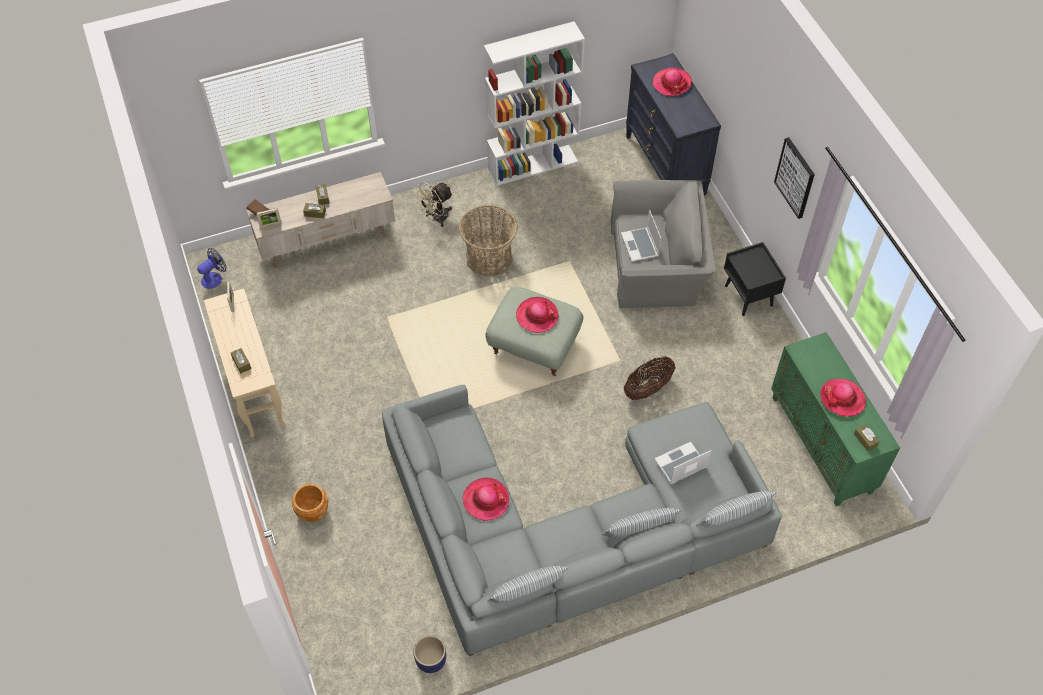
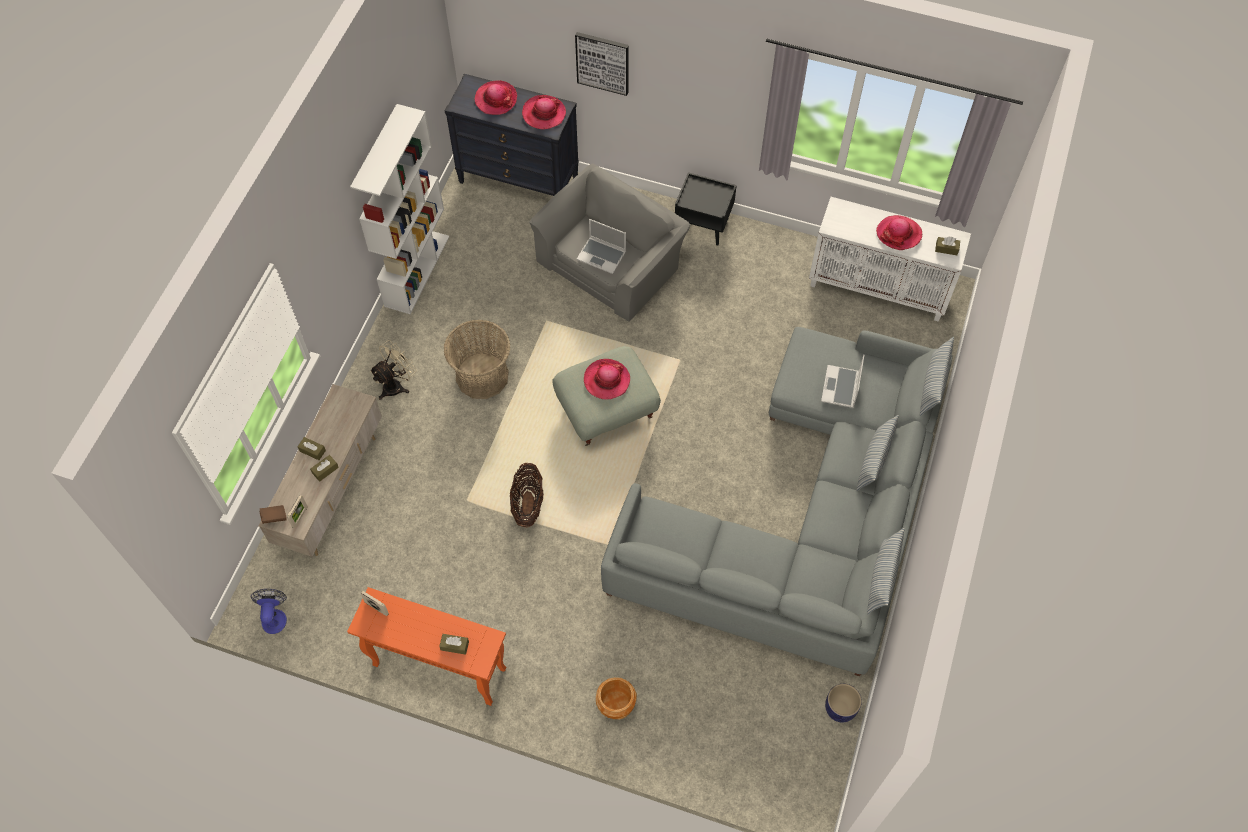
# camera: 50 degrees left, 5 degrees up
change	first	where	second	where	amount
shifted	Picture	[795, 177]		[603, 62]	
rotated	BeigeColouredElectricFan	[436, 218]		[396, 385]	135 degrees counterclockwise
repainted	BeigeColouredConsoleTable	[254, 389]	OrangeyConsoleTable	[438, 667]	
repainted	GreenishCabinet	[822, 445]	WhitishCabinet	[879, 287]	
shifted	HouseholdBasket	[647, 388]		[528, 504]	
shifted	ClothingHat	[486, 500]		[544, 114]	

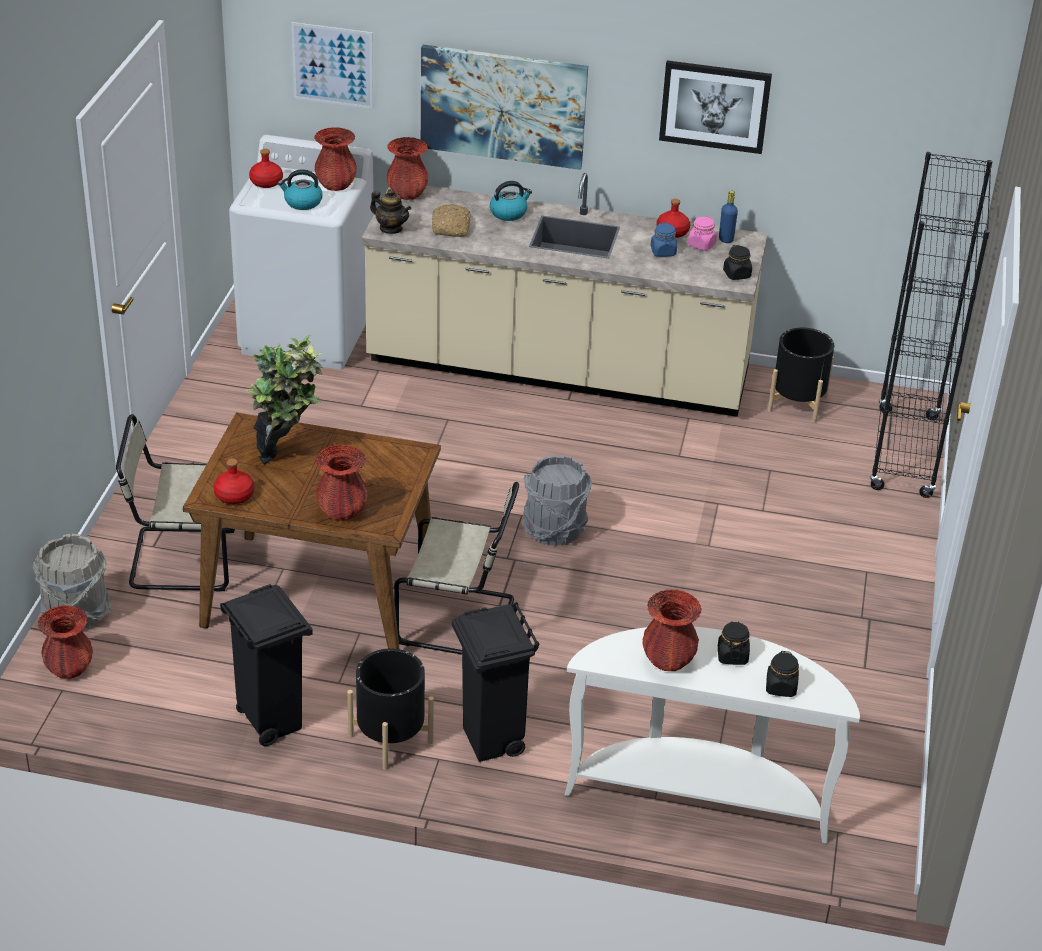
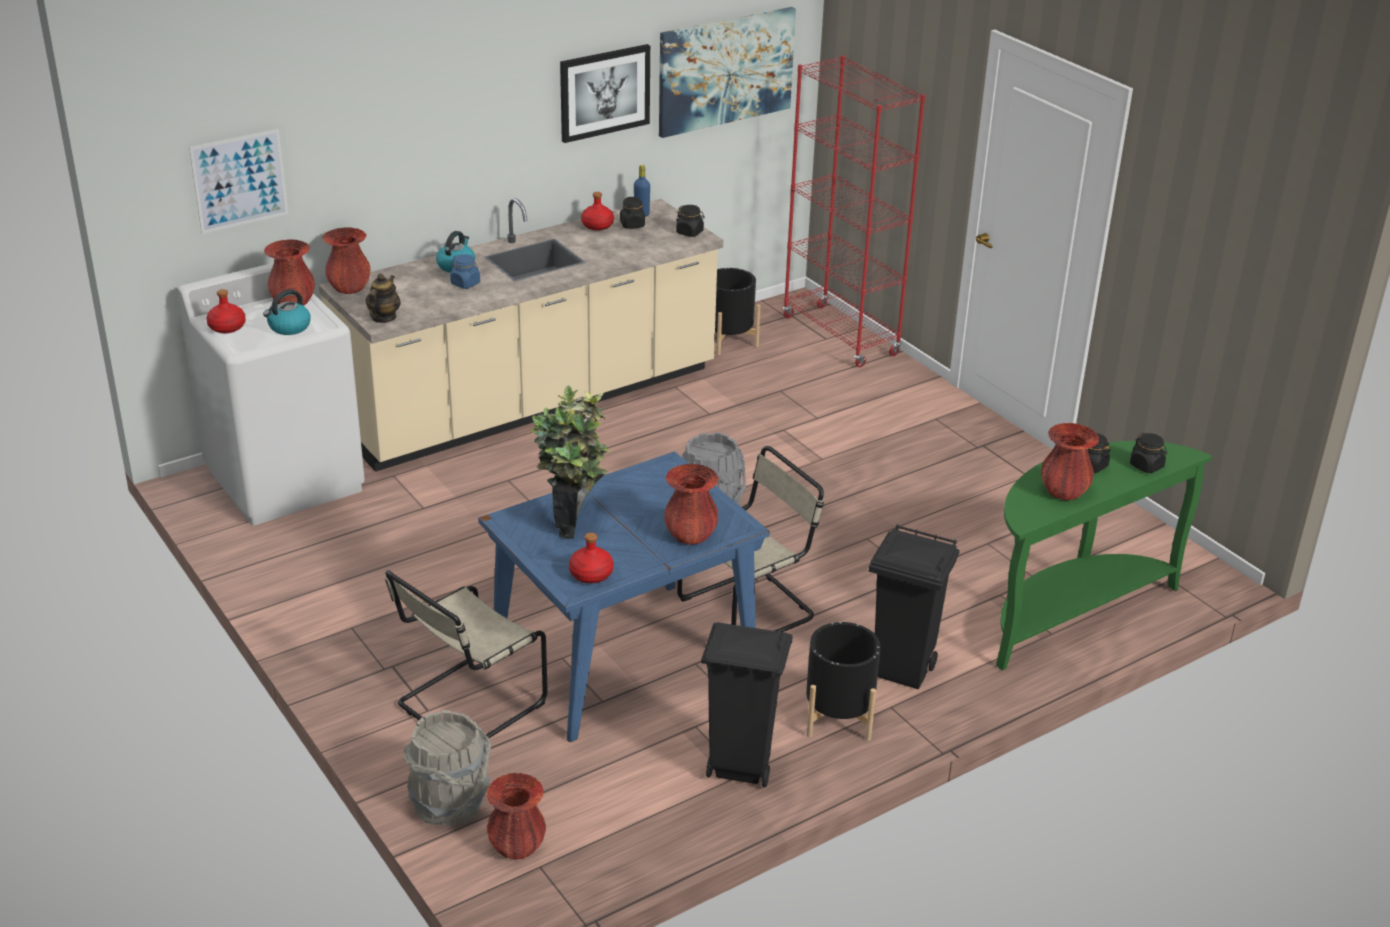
# camera: 45 degrees left, 5 degrees down
change	first	where	second	where	amount
shifted	Picture	[503, 106]		[725, 70]	
repainted	BlackColouredBookshelf	[904, 454]	ReddishBookshelf	[840, 336]	
rotated	Teapot	[391, 229]		[383, 318]	60 degrees counterclockwise
gone	BakedBread	[451, 227]			
repainted	PinkishPreserveJar	[701, 245]	BlackColouredPreserveJar	[632, 225]	
shifted	BlueColouredPreserveJar	[663, 252]		[465, 283]	
repainted	BrownKitchenTable	[317, 596]	BlueColouredKitchenTable	[622, 659]	
repainted	WhitishConsoleTable	[699, 793]	GreenishConsoleTable	[1069, 612]	

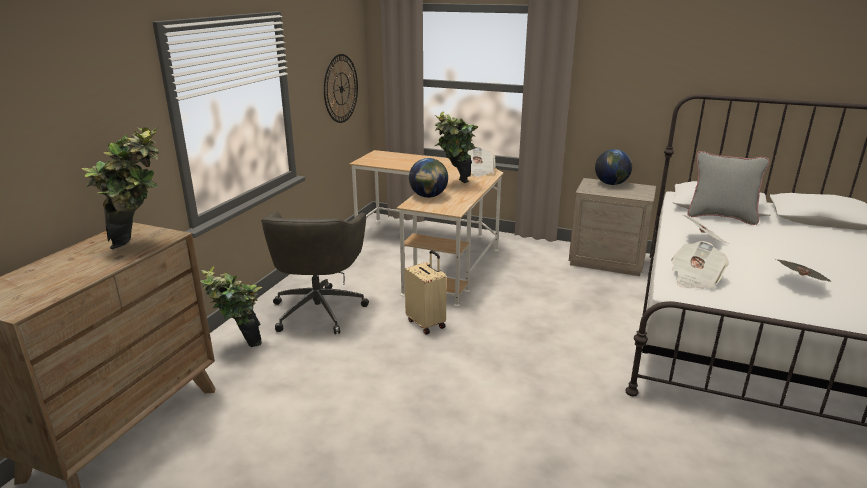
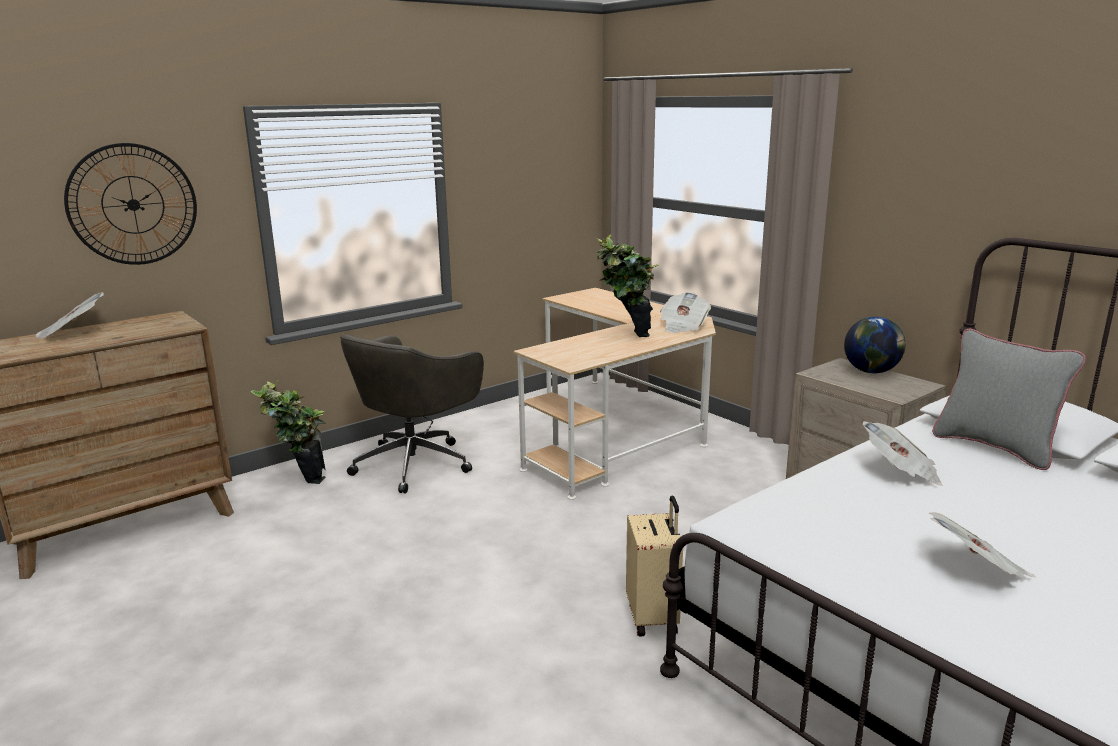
# camera: 30 degrees right, 5 degrees down
change	first	where	second	where	amount
shifted	WallClock	[341, 88]		[133, 204]	
gone	PottedPlant	[142, 243]			
gone	DeskGlobe	[428, 196]			
shifted	Newspaper	[694, 279]		[72, 333]	
shifted	BeigeColouredSuitcase	[426, 323]		[653, 617]	

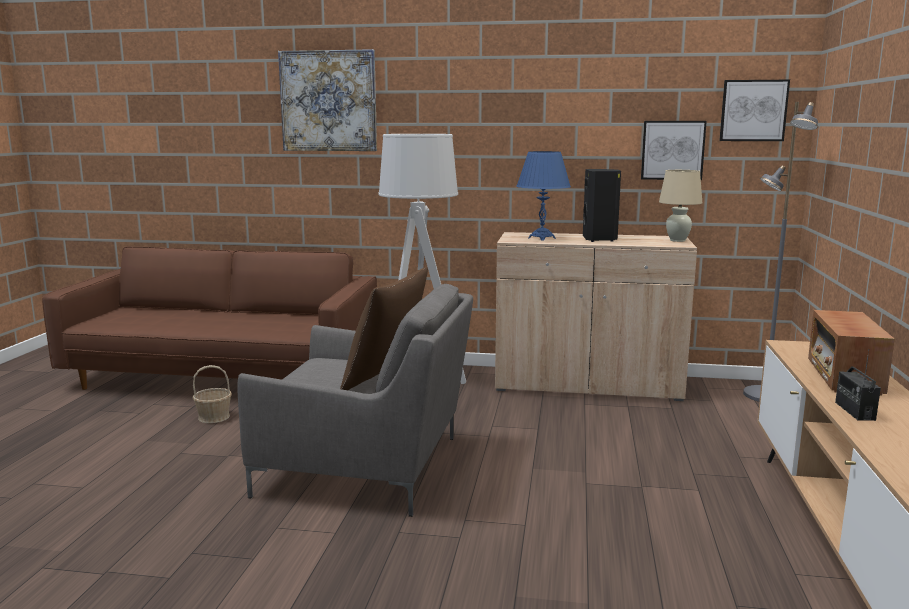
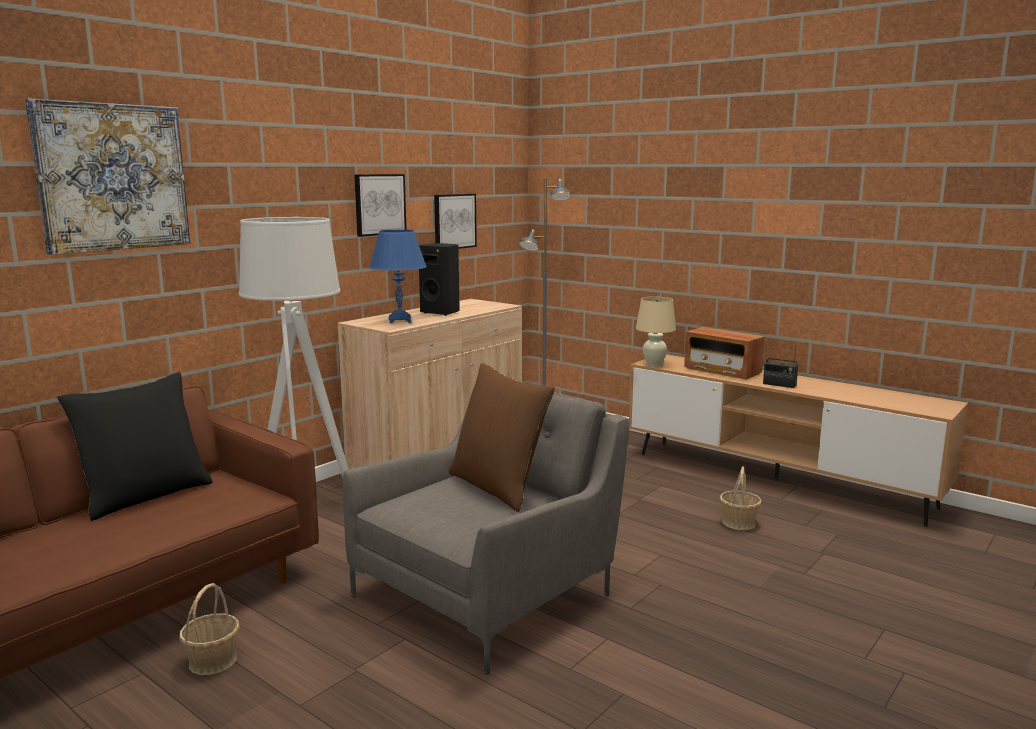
# camera: 60 degrees left, 0 degrees up
change	first	where	second	where	amount
shifted	Picture	[753, 110]		[379, 204]	
shifted	BeigeColouredTableLamp	[677, 240]		[654, 364]	
new			BlackColouredThrowPillow	[145, 496]	
new			HouseholdBasket	[739, 522]	

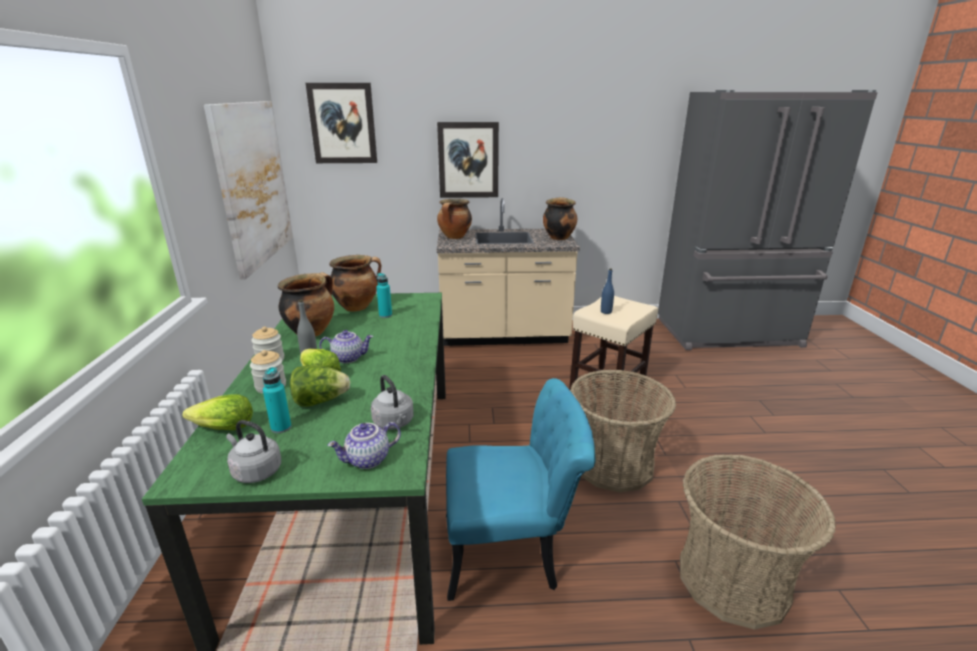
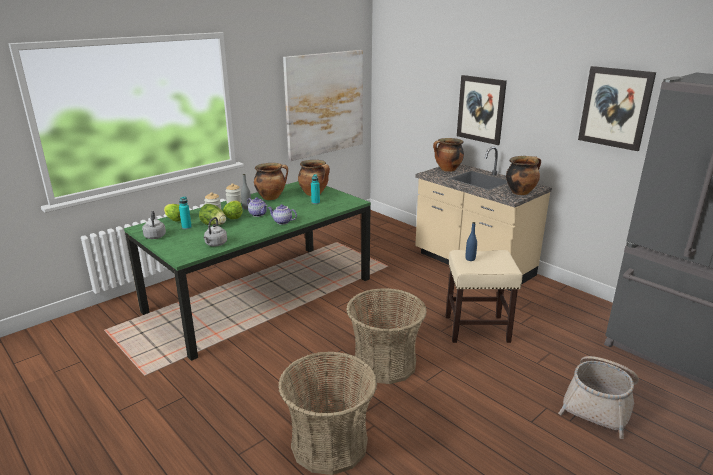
# camera: 50 degrees right, 0 degrees up
change	first	where	second	where	amount
shifted	Picture	[343, 123]		[615, 108]	
gone	TurquoisePlainChair	[512, 549]			
shifted	Teapot	[368, 460]		[282, 222]	
new			HouseholdBasket	[599, 403]	

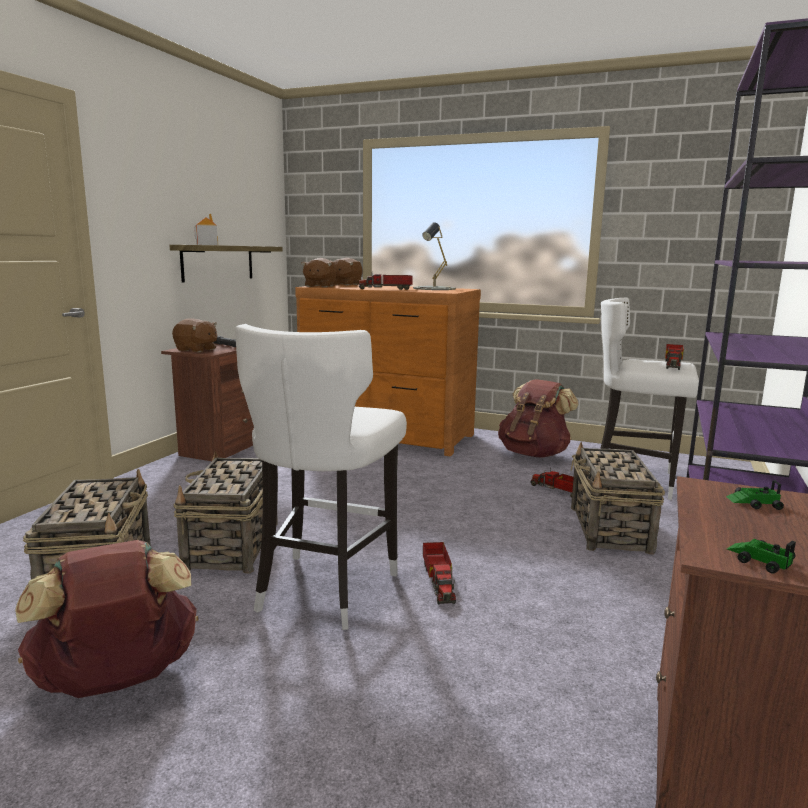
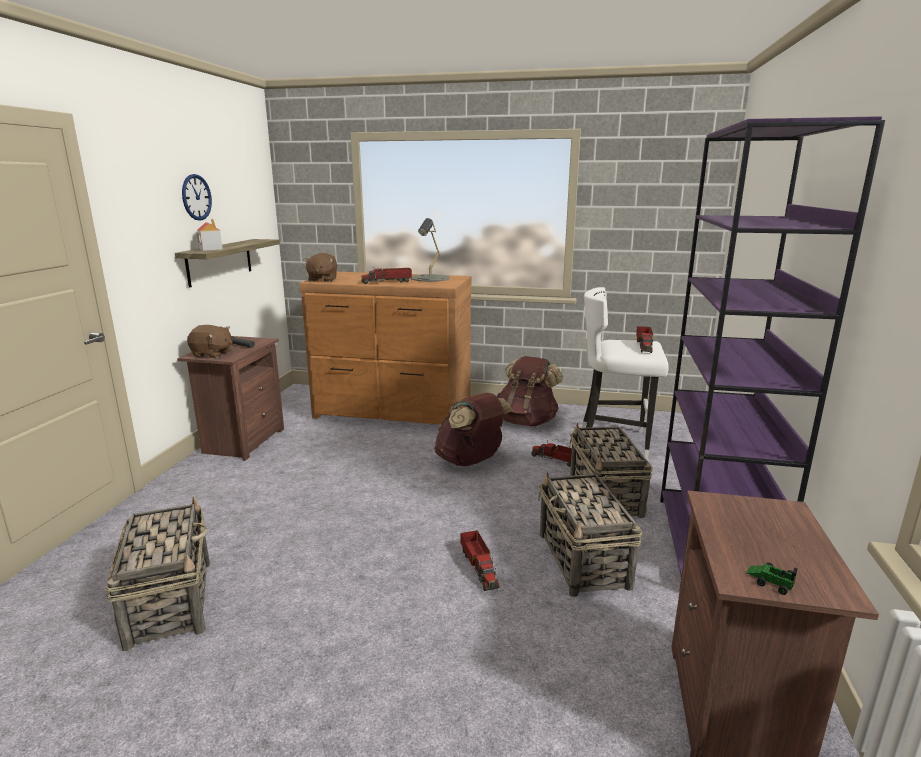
# camera: 10 degrees left, 5 degrees up
change	first	where	second	where	amount
gone	BrownSoftToy	[345, 284]			
gone	WhitishSittingStool	[324, 588]			
shifted	HouseholdBasket	[232, 546]		[583, 561]	
gone	ModelCar	[752, 502]			
shifted	BrownRucksack	[117, 681]		[471, 461]	
new			WallClock	[196, 197]	

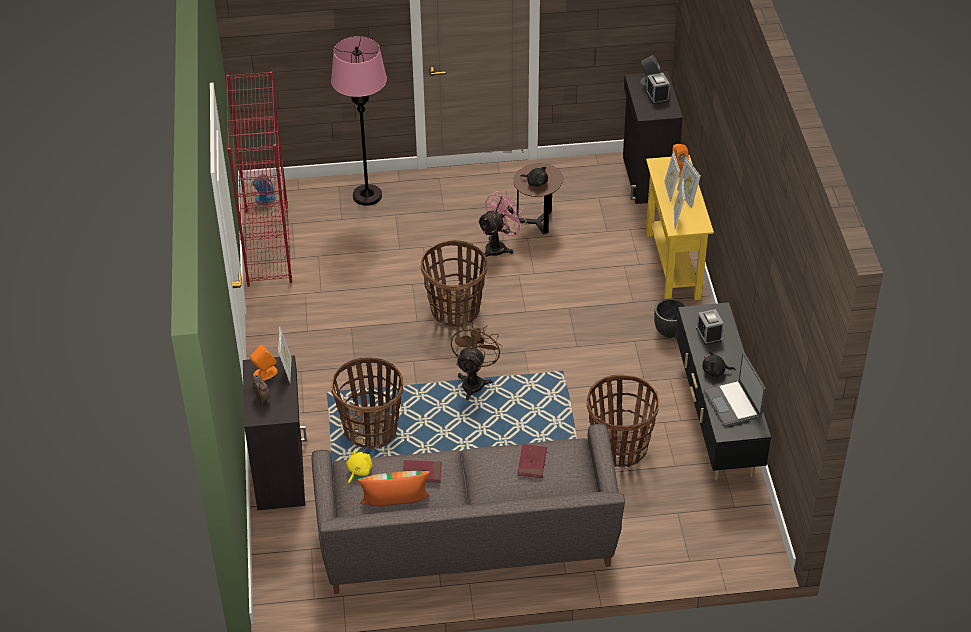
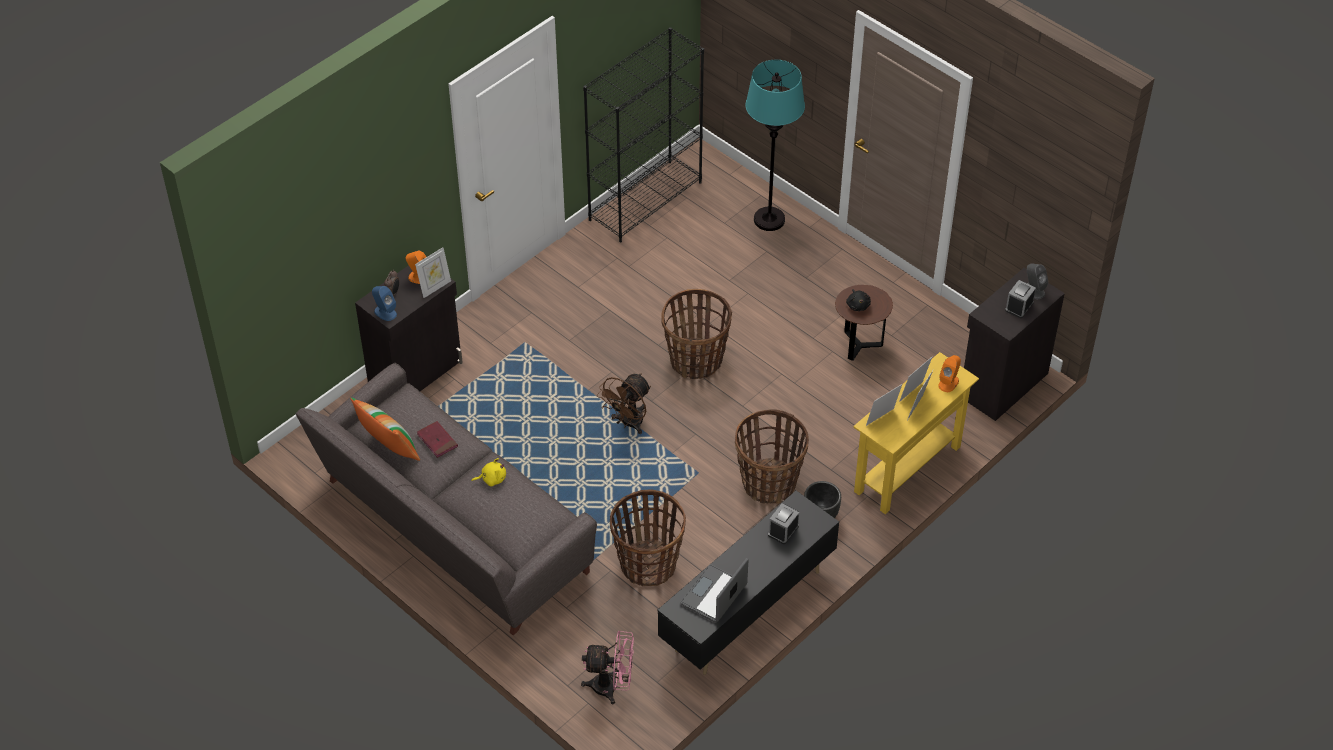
# camera: 50 degrees right, 5 degrees up
change	first	where	second	where	amount
repainted	PinkishStandingLamp	[367, 195]	TurquoiseStandingLamp	[769, 220]	
repainted	ReddishBookshelf	[267, 245]	BlackColouredBookshelf	[645, 200]	
shifted	BlueColouredAudioSpeaker	[265, 199]		[385, 312]	
shifted	PinkishElectricFan	[499, 247]		[611, 687]	
rotated	BrownElectricFan	[474, 381]		[628, 423]	150 degrees clockwise
gone	BlackColouredSoftToy	[715, 371]			
shifted	HouseholdBasket	[371, 430]		[769, 483]	
gone	ReddishVolume	[532, 462]			
shifted	YellowishSoftToy	[358, 471]		[492, 478]	

